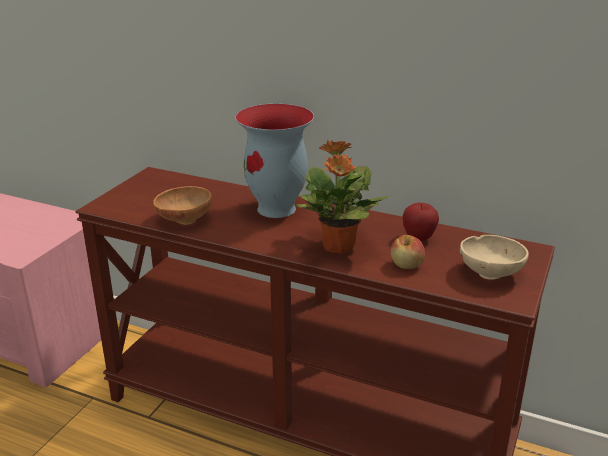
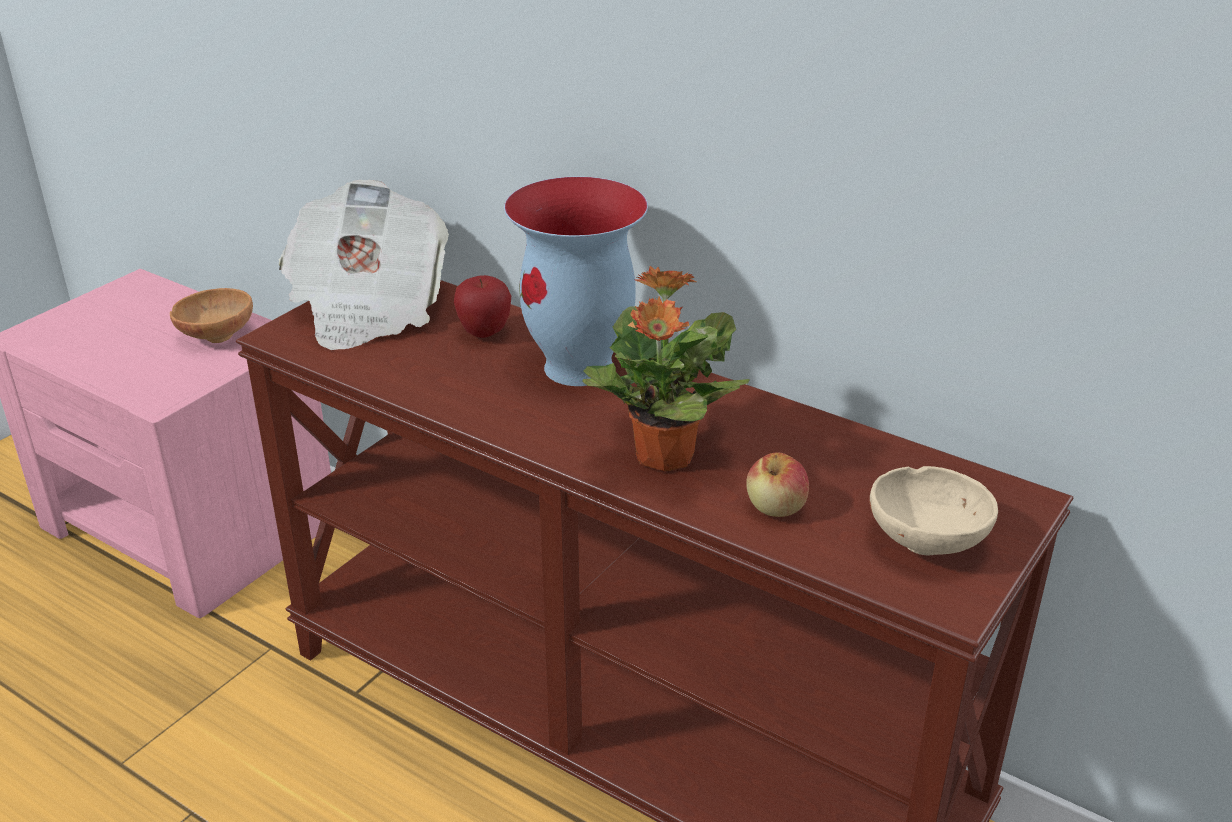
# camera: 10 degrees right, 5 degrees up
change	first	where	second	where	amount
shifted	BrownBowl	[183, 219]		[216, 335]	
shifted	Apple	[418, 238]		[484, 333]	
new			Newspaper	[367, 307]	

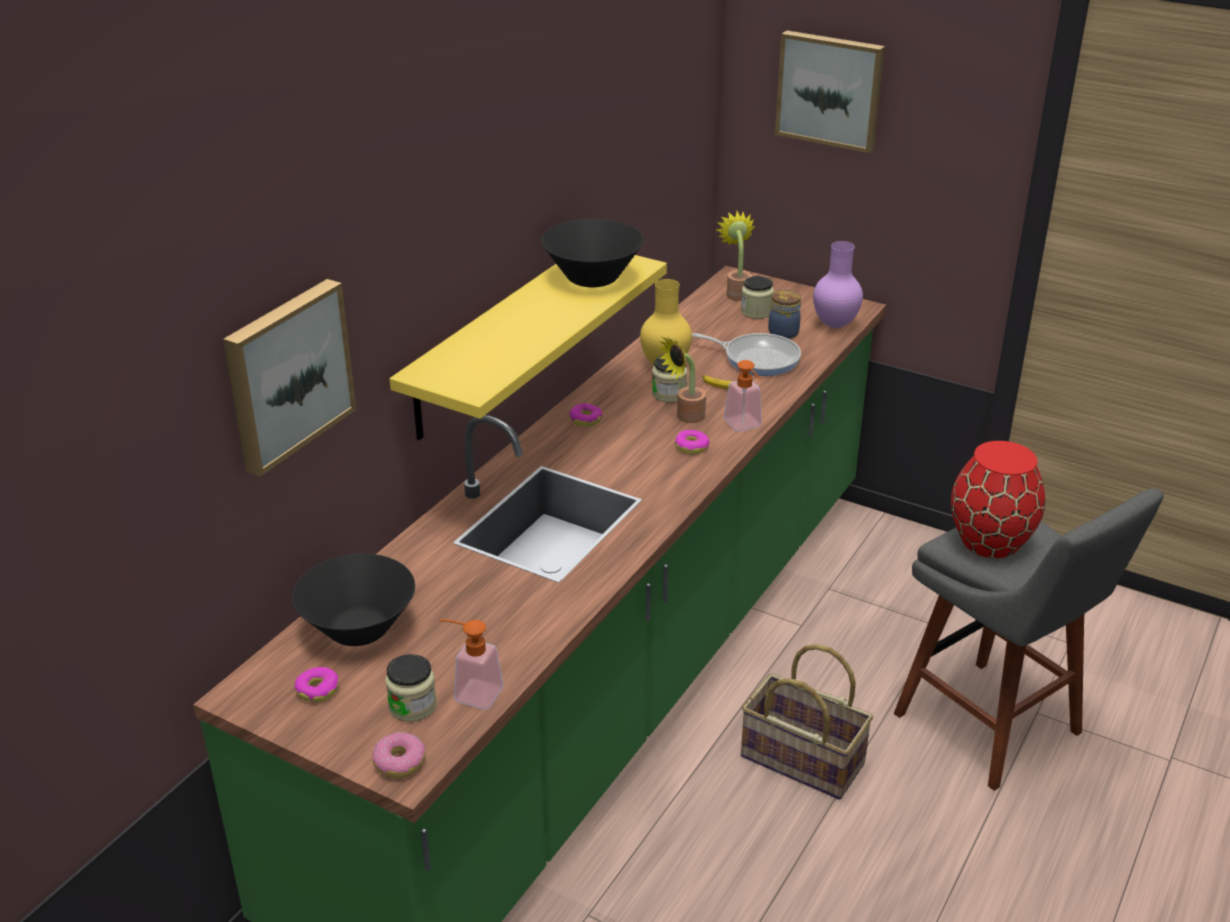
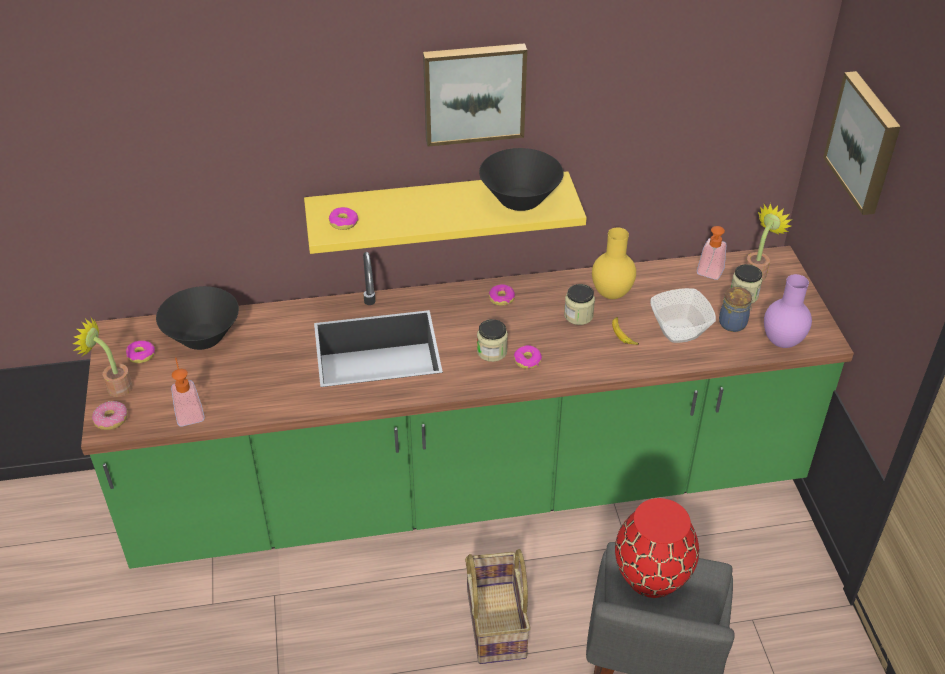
# camera: 50 degrees right, 10 degrees up
change	first	where	second	where	amount
shifted	Picture	[287, 374]		[474, 92]	
swapped	FryingPan	[757, 358]	Bowl	[679, 330]	
shifted	PottedPlant	[685, 417]		[115, 387]	
shifted	SoapDispenser	[745, 426]		[708, 274]	
shifted	PreserveJar	[412, 706]		[492, 351]	
new			Donut	[343, 222]	

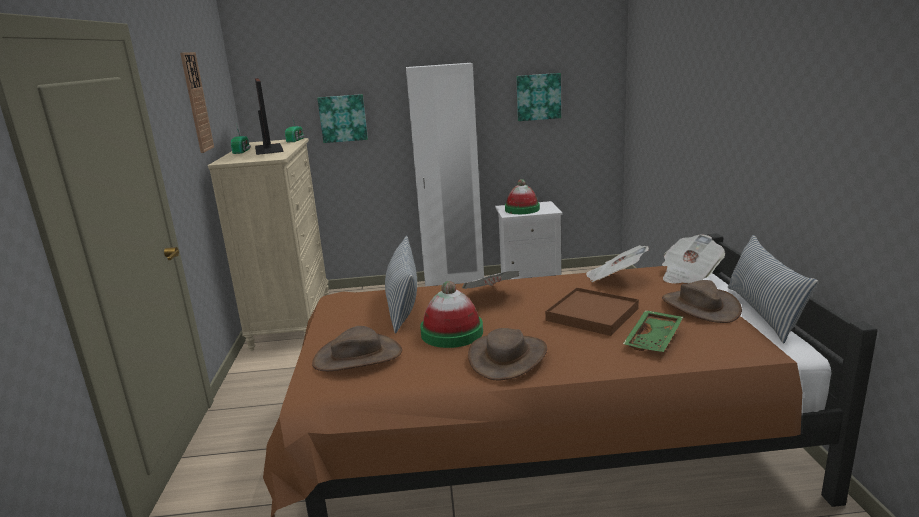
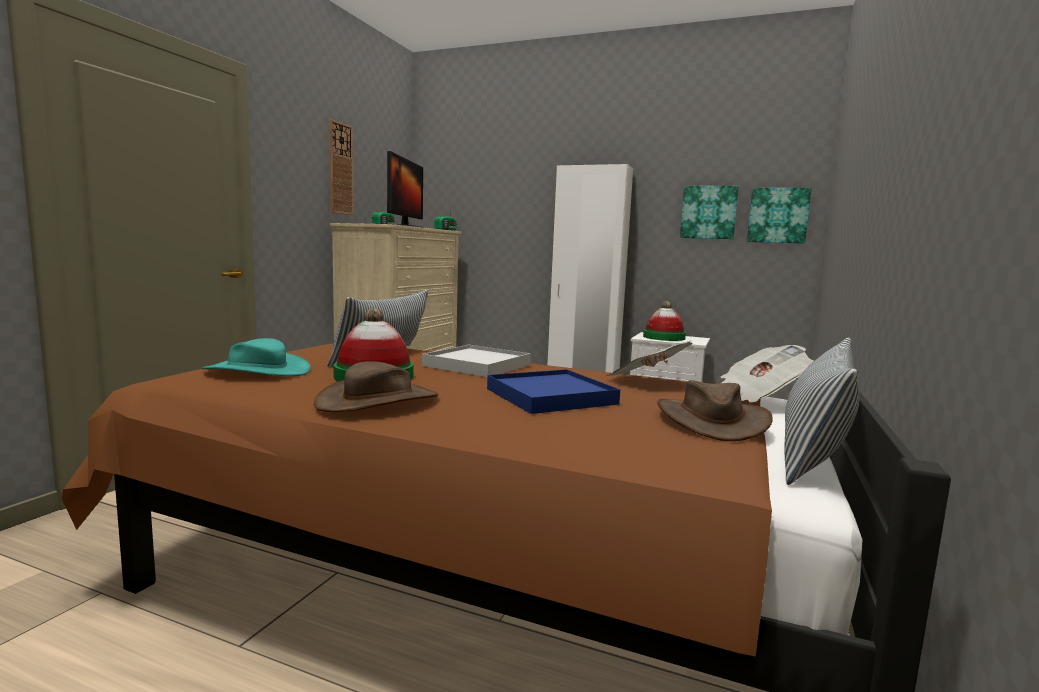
# camera: 25 degrees right, 10 degrees down
change	first	where	second	where	amount
shifted	Picture	[343, 118]		[778, 215]	
swapped	Newspaper	[491, 296]	WhitishServingTray	[477, 365]	
repainted	BrownServingTray	[592, 314]	BlueColouredServingTray	[550, 396]	
gone	GreenishServingTray	[654, 339]			
repainted	BrownClothingHat	[357, 356]	TurquoiseClothingHat	[257, 370]	

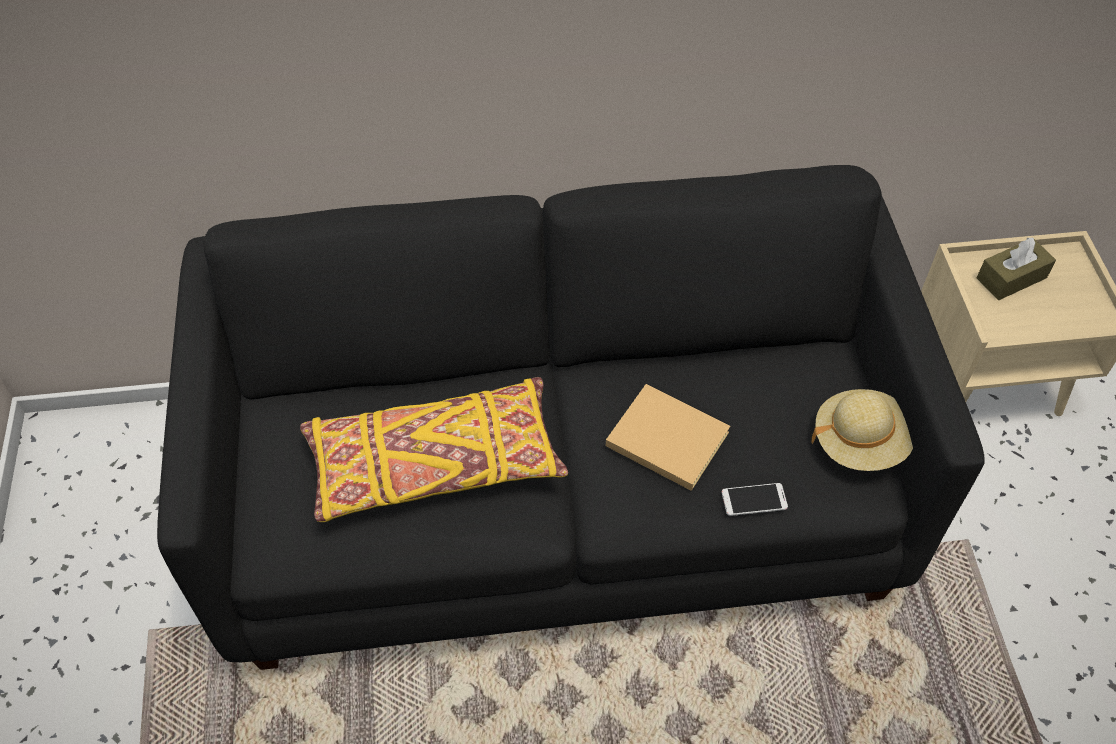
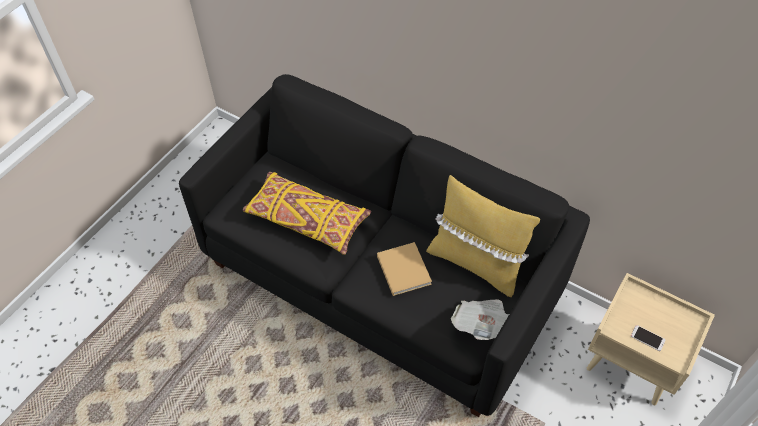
# camera: 40 degrees right, 0 degrees up
change	first	where	second	where	amount
gone	BrownTissueHolder	[1011, 278]			
swapped	BeigeColouredClothingHat	[859, 442]	Newspaper	[483, 326]	
shifted	Handset	[754, 500]		[647, 338]	
new			YellowishThrowPillow	[475, 263]	

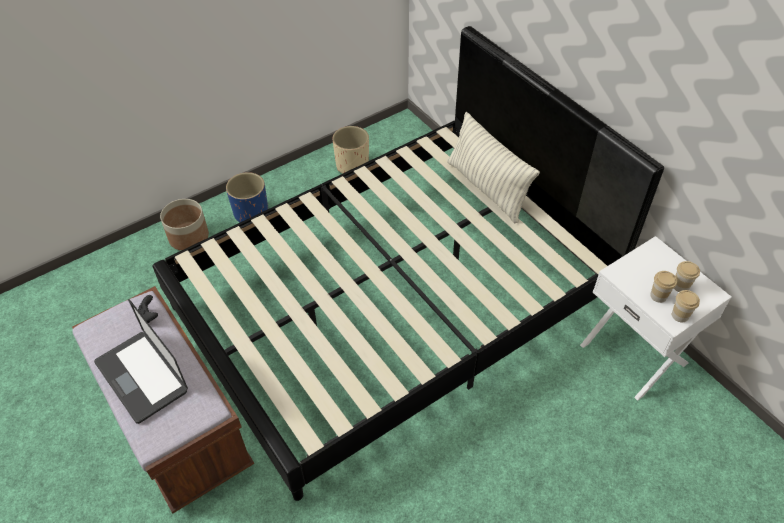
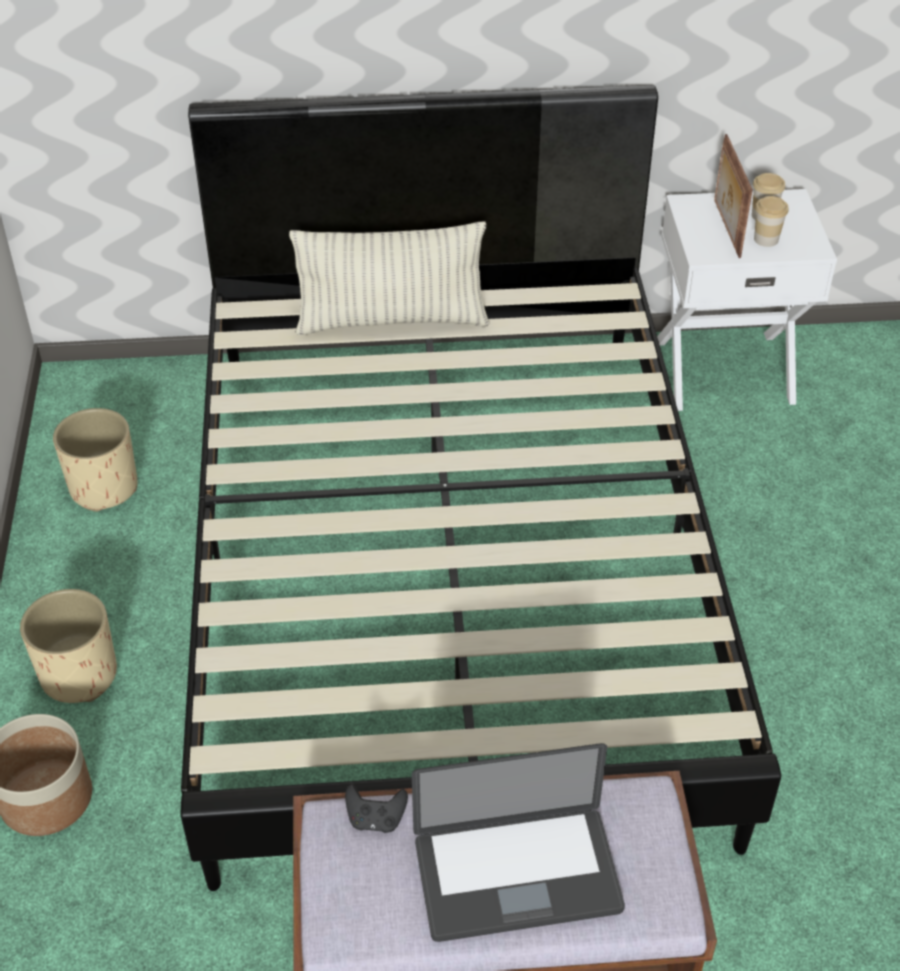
# camera: 60 degrees left, 5 degrees down
change	first	where	second	where	amount
repainted	BlueColouredFlowerPot	[251, 213]	BeigeColouredFlowerPot	[79, 675]	
gone	Cup	[680, 315]			
new			PictureFrame	[725, 229]	

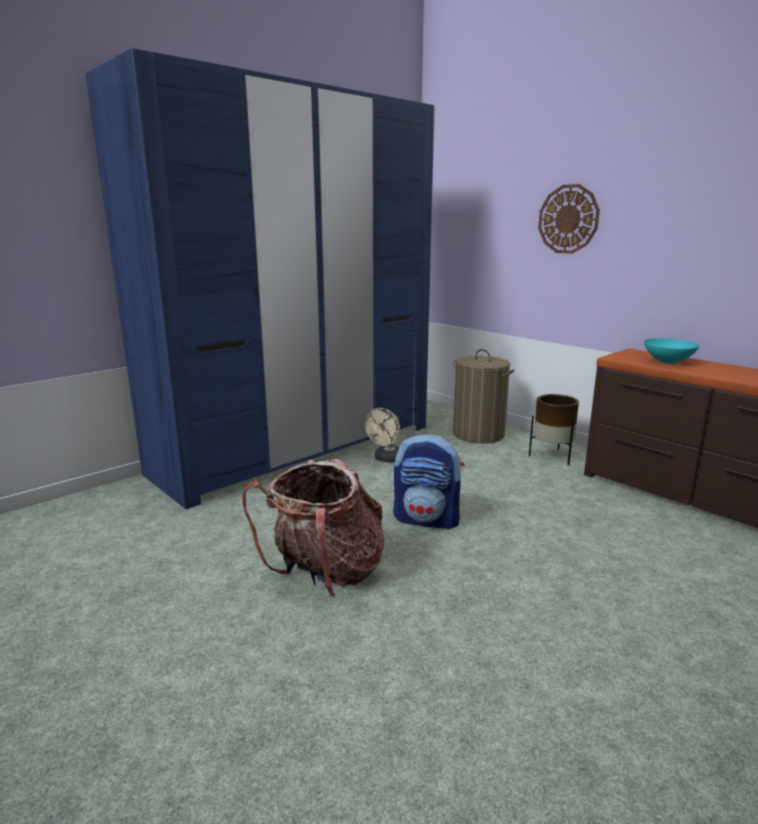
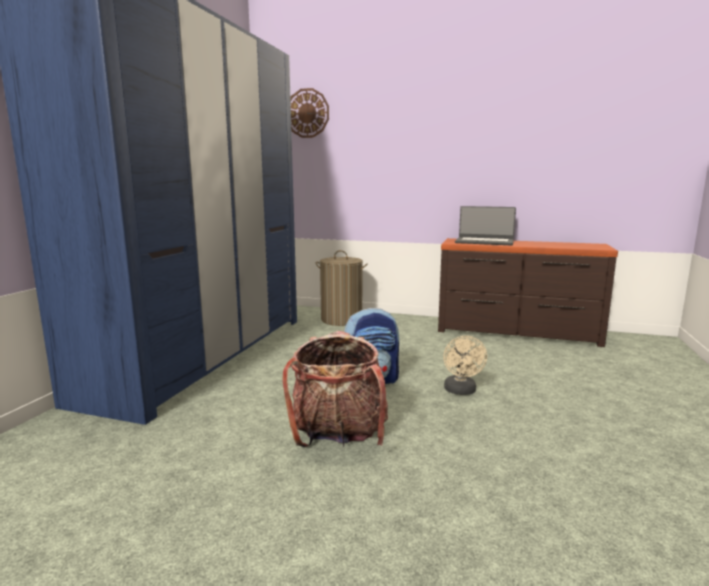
# camera: 30 degrees left, 5 degrees down
change	first	where	second	where	amount
shifted	WallClock	[568, 219]		[307, 113]	
swapped	TurquoiseBowl	[669, 362]	NotebookComputer	[484, 242]	
gone	BrownFlowerPot	[552, 456]			
shifted	BeigeColouredElectricFan	[386, 459]		[461, 391]	

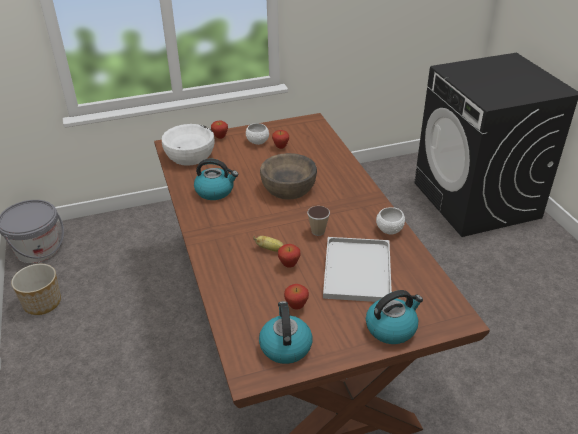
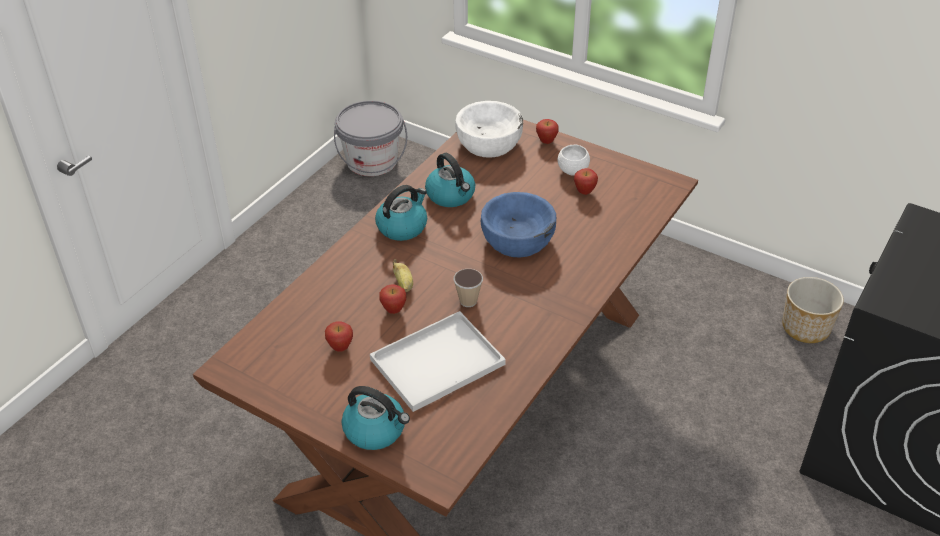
# camera: 50 degrees right, 5 degrees up
change	first	where	second	where	amount
repainted	BrownBowl	[288, 187]	BlueColouredBowl	[518, 239]	
gone	WhitishBowl	[389, 230]			
shifted	FlowerPot	[42, 302]		[805, 327]	
shifted	WaterKettle	[285, 346]		[402, 226]	

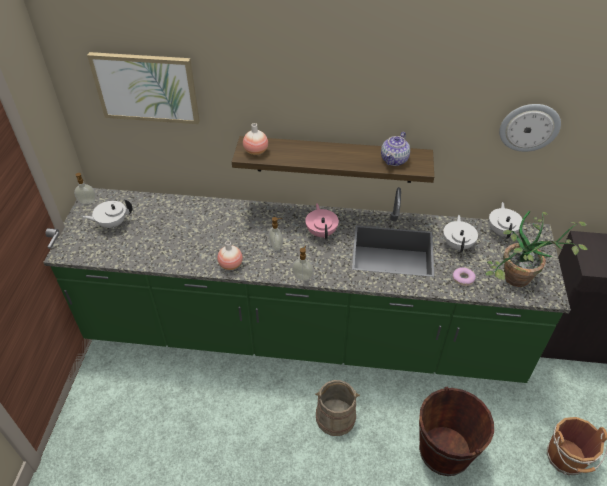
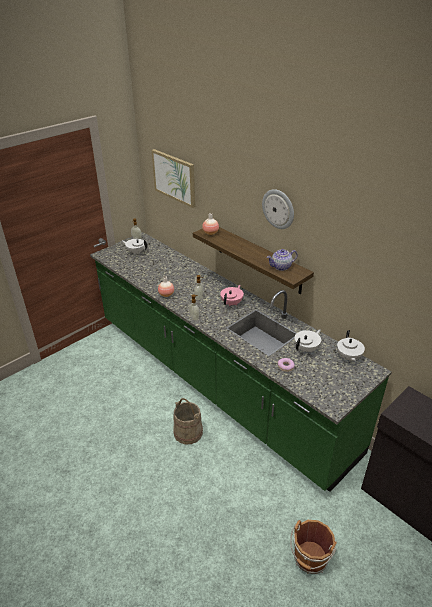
# camera: 40 degrees right, 10 degrees down
change	first	where	second	where	amount
shifted	WallClock	[529, 127]		[278, 209]	
rotated	WhitishTeapot	[502, 231]		[348, 357]	135 degrees clockwise
gone	PottedPlant	[516, 283]			
gone	BrownWaterBucket	[444, 451]			

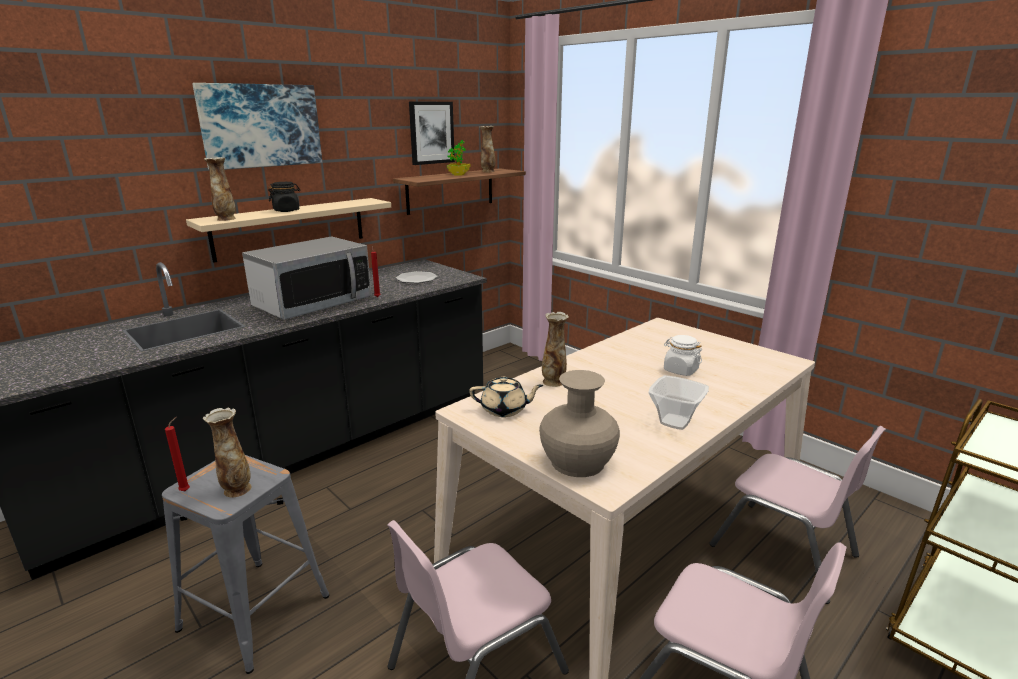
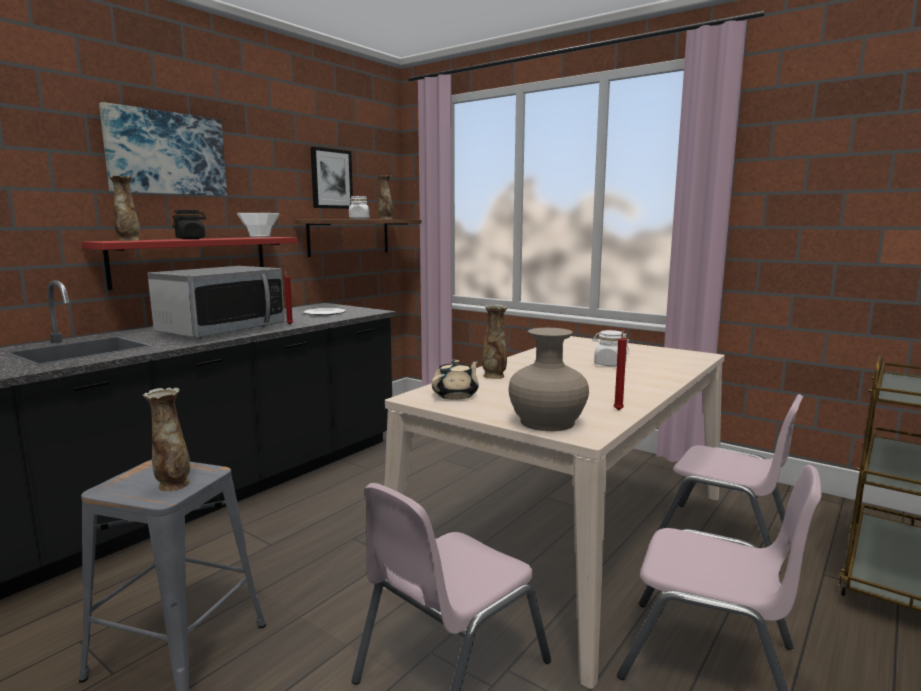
# camera: 10 degrees left, 10 degrees down
change	first	where	second	where	amount
swapped	PottedPlant	[459, 175]	WhitishPreserveJar	[359, 219]	
repainted	BeigeColouredBracketShelf	[290, 228]	ReddishBracketShelf	[191, 261]	
shifted	Bowl	[676, 422]		[261, 237]	
rotated	BeigeColouredTeapot	[505, 410]		[456, 395]	45 degrees counterclockwise
shifted	ReddishWaxCandle	[186, 490]		[618, 410]	

